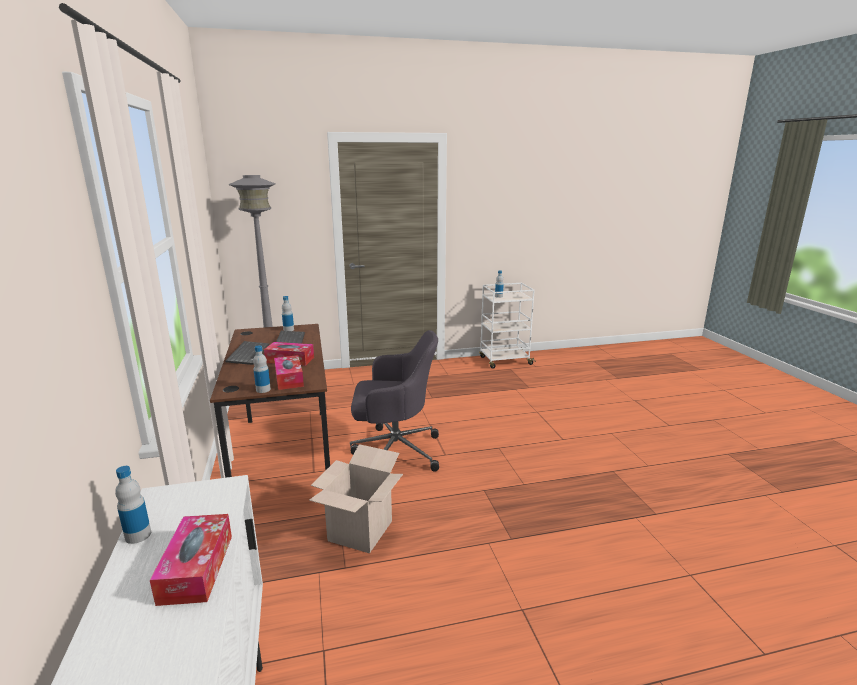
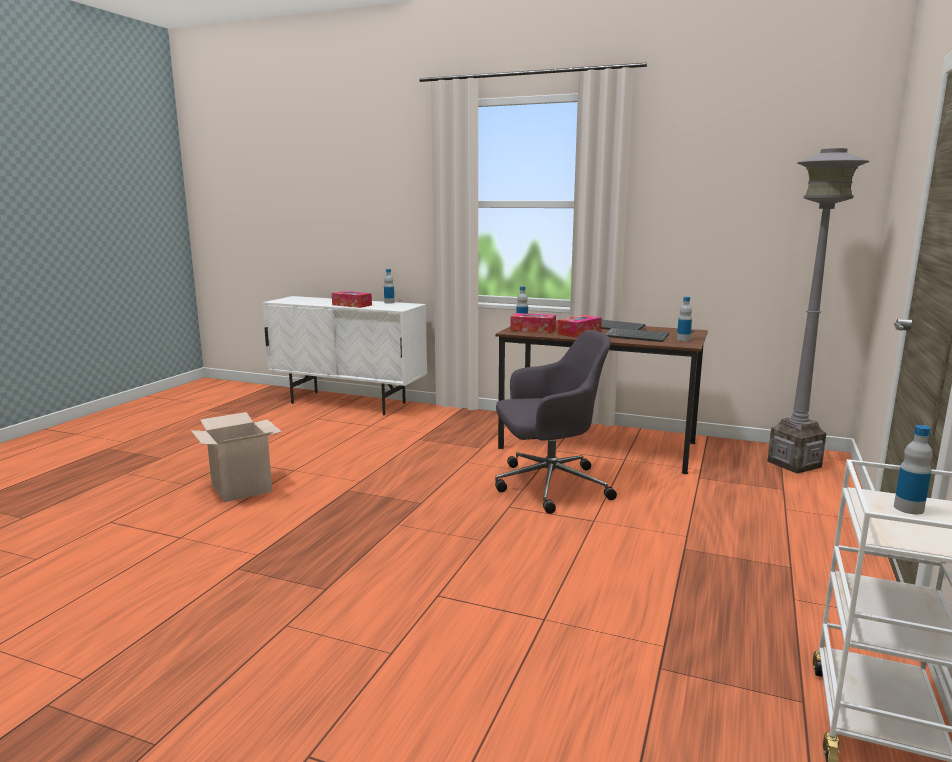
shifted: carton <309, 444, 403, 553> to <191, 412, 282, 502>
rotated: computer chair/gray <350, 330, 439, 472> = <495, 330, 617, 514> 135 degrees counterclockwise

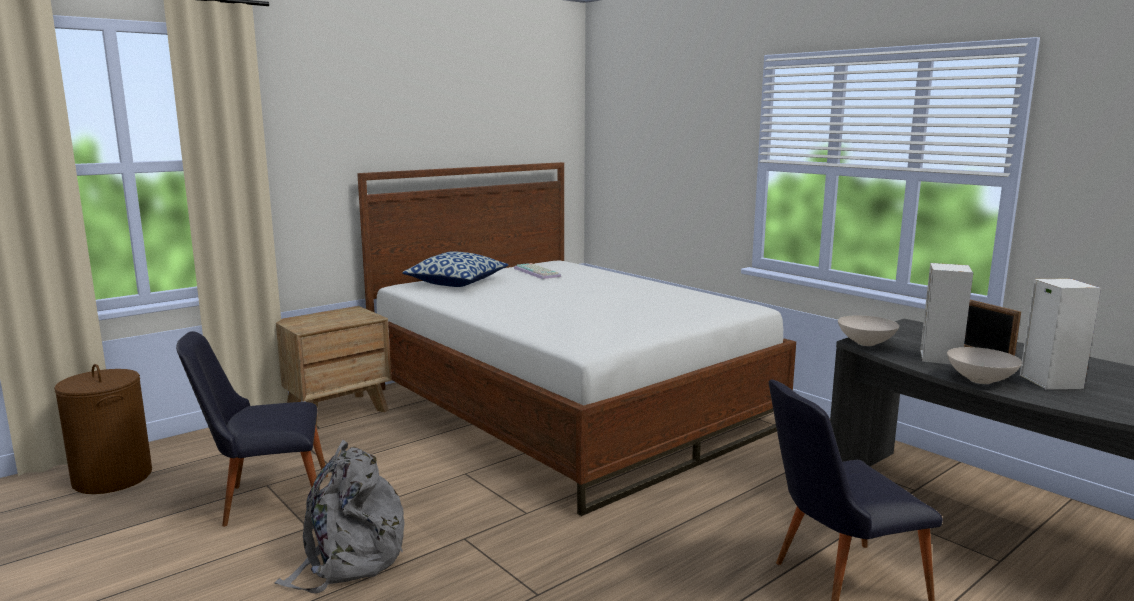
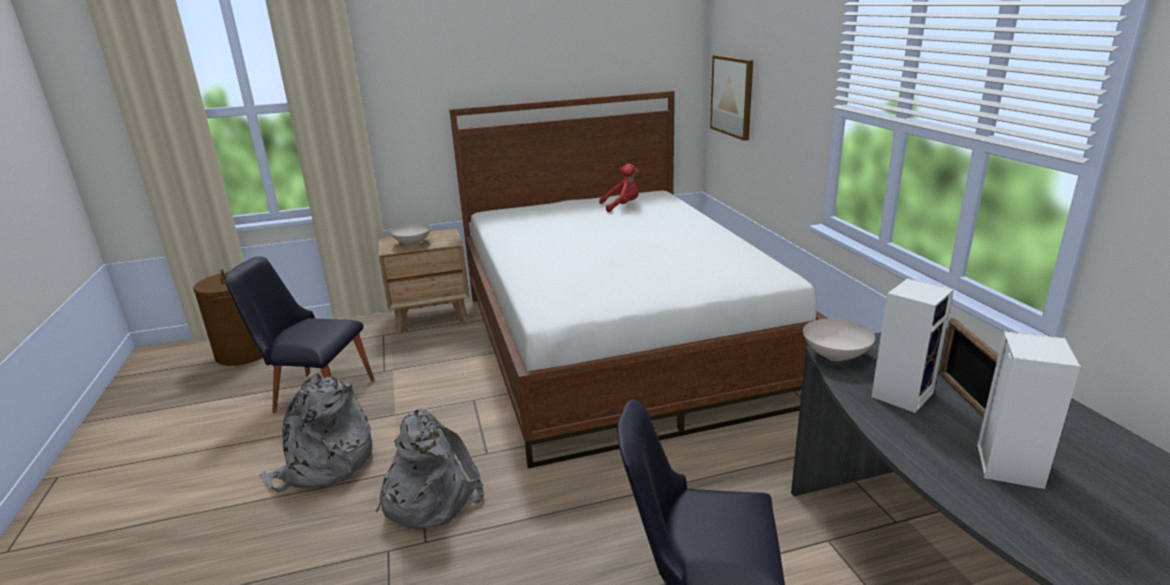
gone: throw pillow <402, 251, 509, 287>
new: wall art <710, 55, 753, 141>; knapsack/gray <375, 408, 484, 529>
shifted: serving bowl/whitish <947, 347, 1022, 384> to <391, 224, 431, 246>
swapped: keyboard <514, 263, 561, 279> to soft toy/red <599, 164, 639, 212>

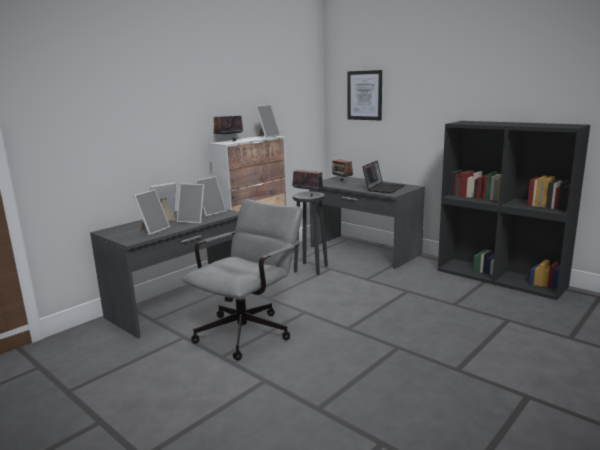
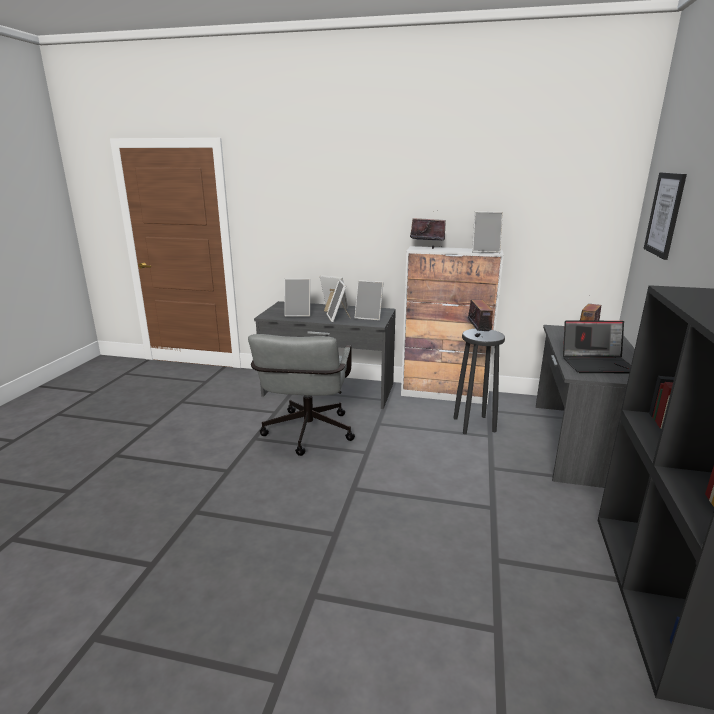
rotated: computer chair/gray <182, 199, 303, 360> = <248, 334, 355, 456> 90 degrees clockwise

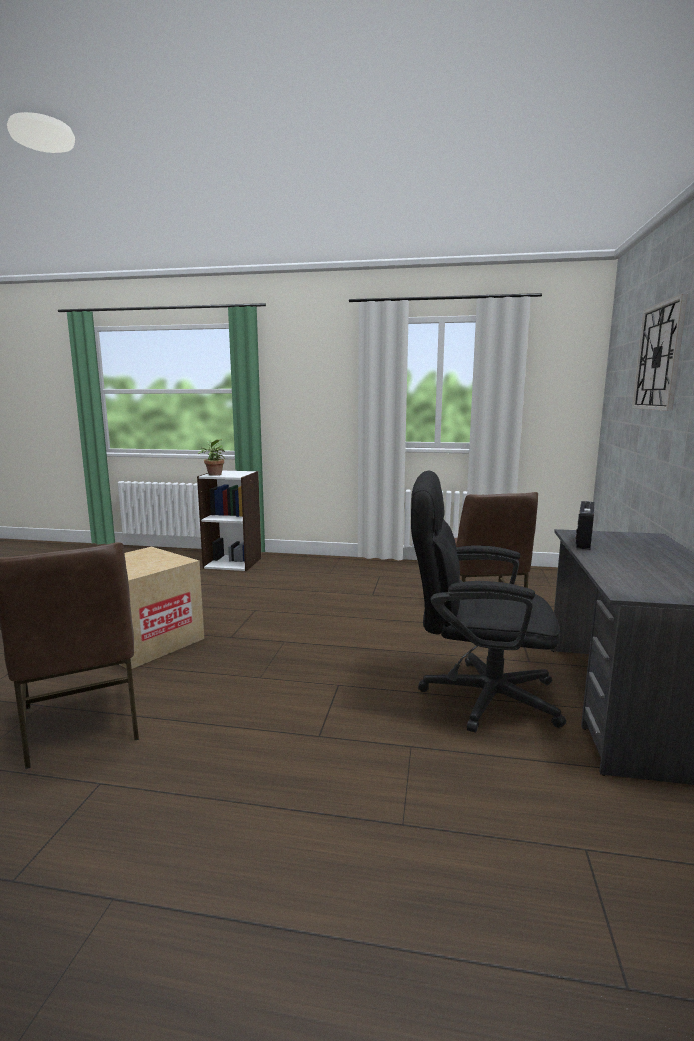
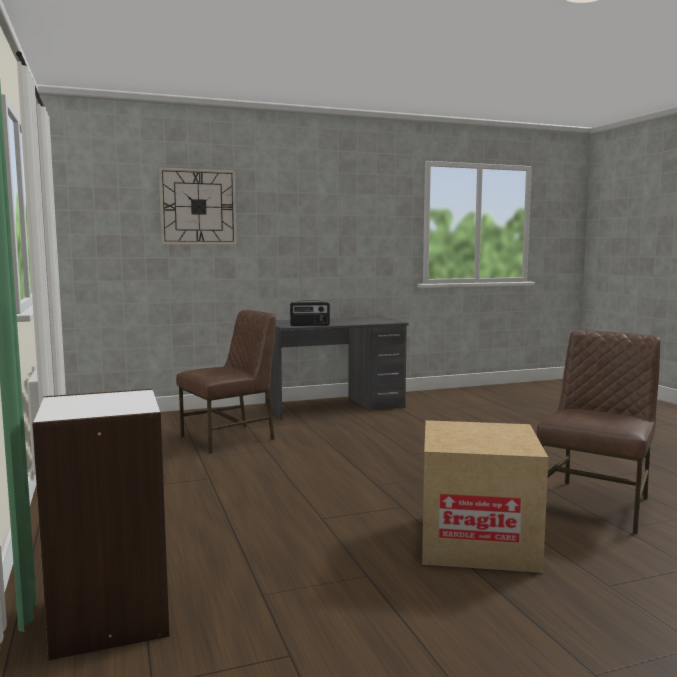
gone: houseplant <198, 439, 226, 476>; computer chair/blackish <411, 470, 566, 733>

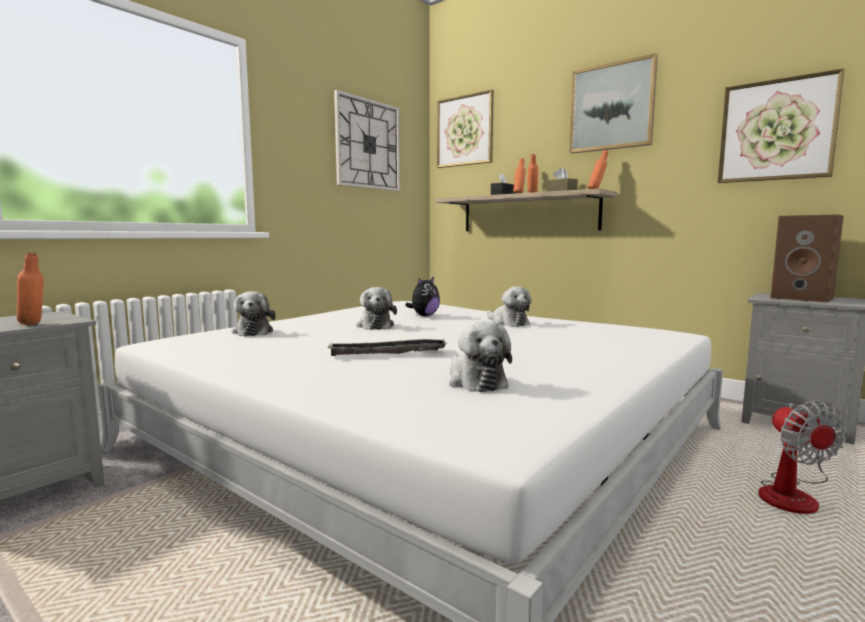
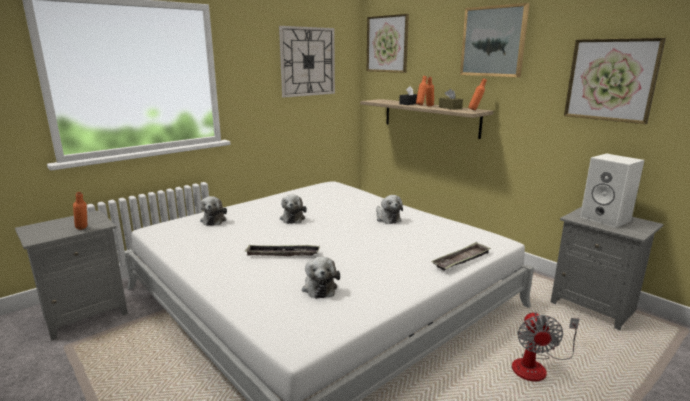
gone: soft toy <405, 277, 440, 316>
new: serving tray <431, 242, 491, 271>
repainted: audio speaker/brown <770, 214, 844, 302> to audio speaker/whitish <580, 154, 644, 228>

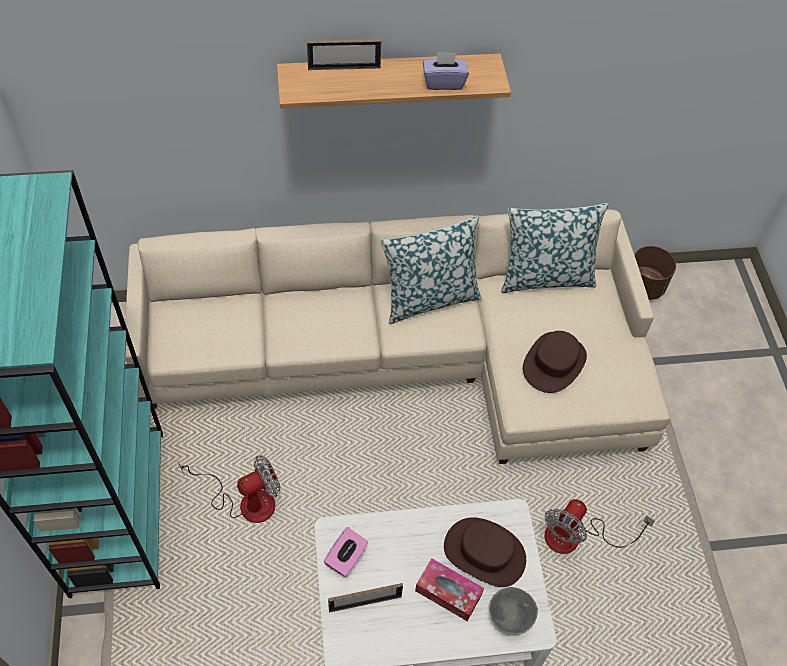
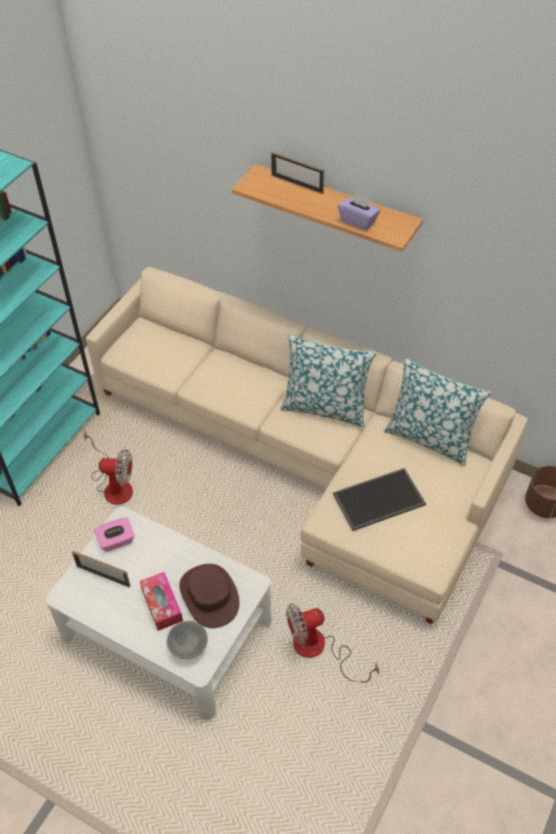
swapped: wearable hat/brown <523, 331, 587, 393> to serving tray <333, 468, 426, 531>

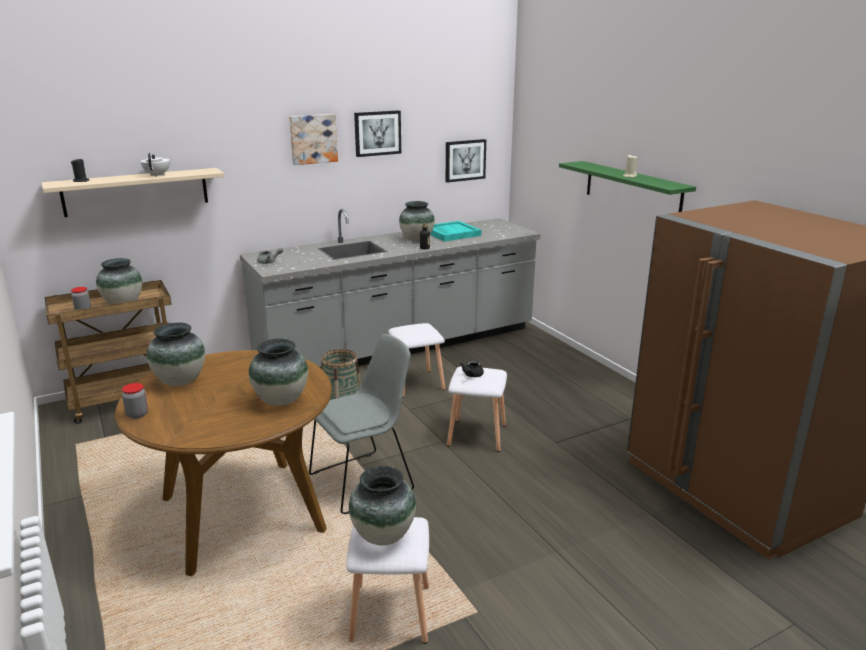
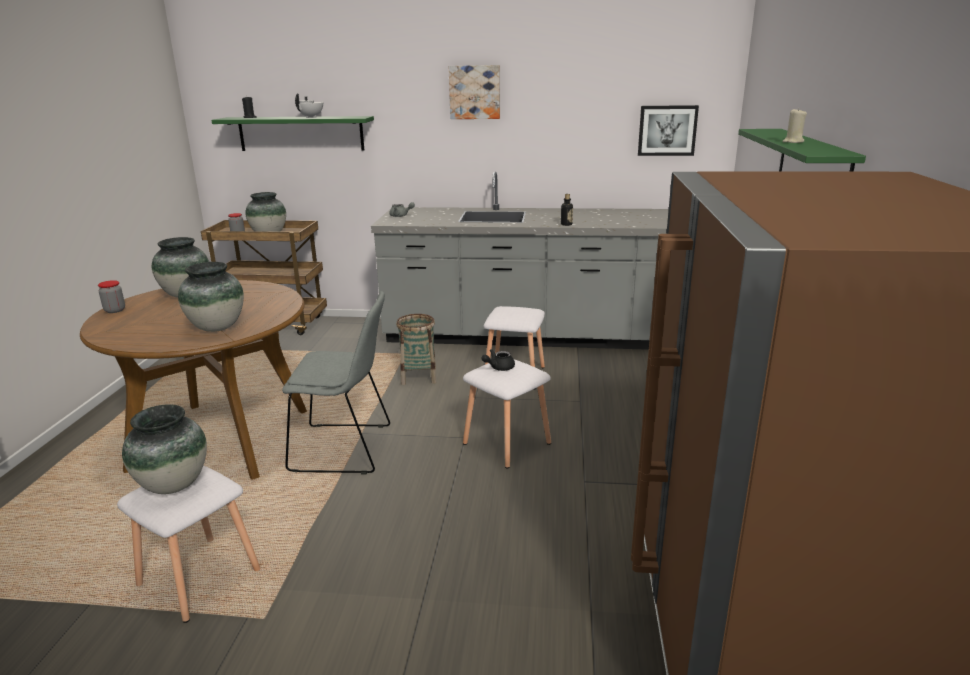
gone: wall art <354, 110, 401, 157>; flower vase <399, 201, 435, 242>; serving tray/turquoise-coloured <430, 221, 481, 242>
repainted: shelf/sand-coloured <42, 168, 224, 217> to shelf/green <211, 116, 374, 151>

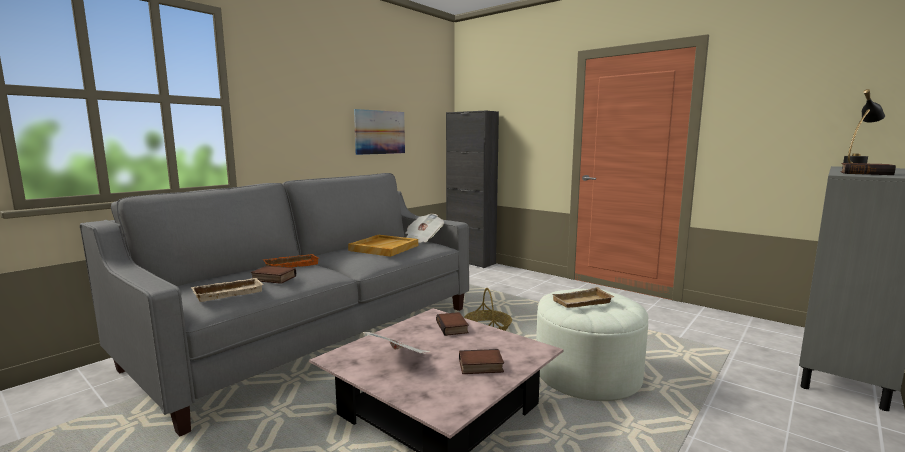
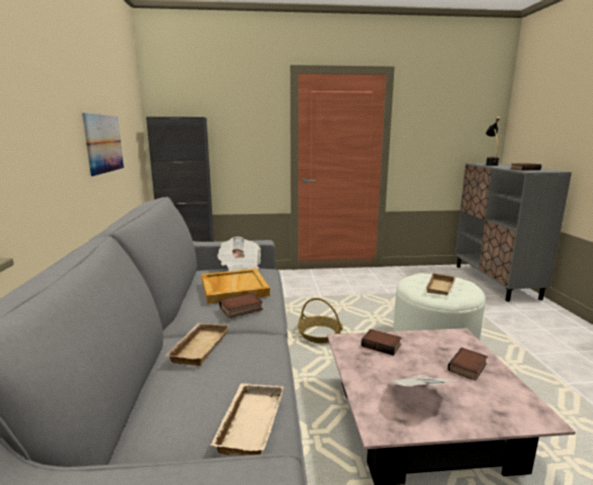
shifted: bound book <251, 266, 296, 284> to <219, 293, 263, 318>
repainted: serving tray/orange-coloured <262, 254, 320, 268> to serving tray/sand-coloured <165, 323, 229, 366>

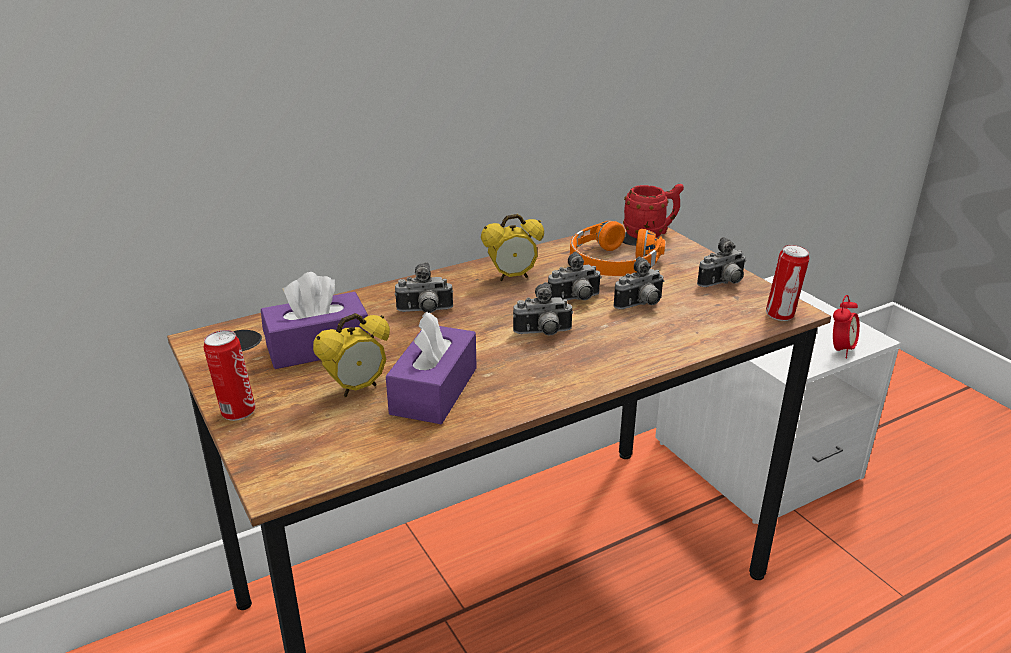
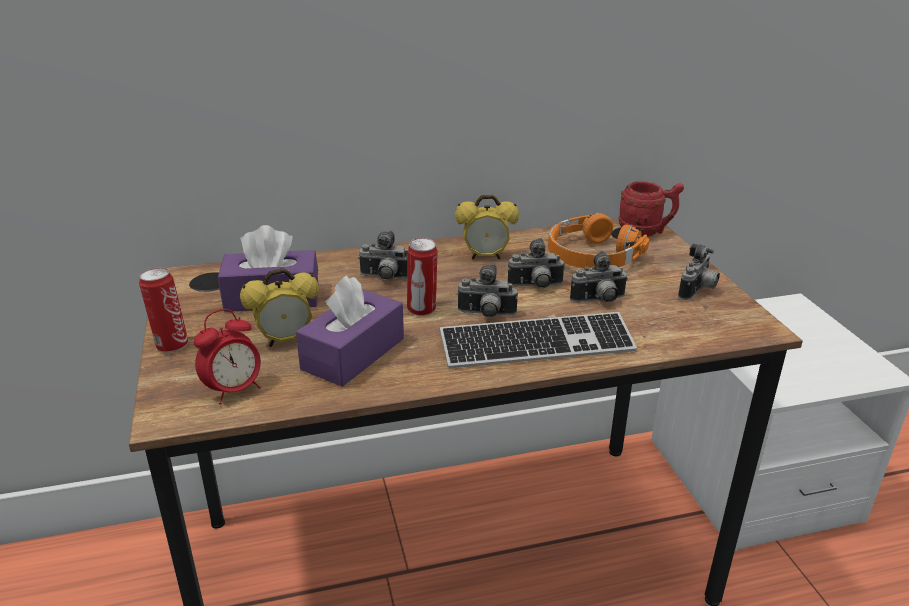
new: keyboard <440, 312, 637, 368>
shifted: can <766, 245, 809, 321> to <407, 238, 438, 316>; table clock <833, 295, 860, 358> to <194, 309, 261, 405>
rotated: still camera <697, 237, 746, 287> = <678, 243, 720, 300> 45 degrees counterclockwise

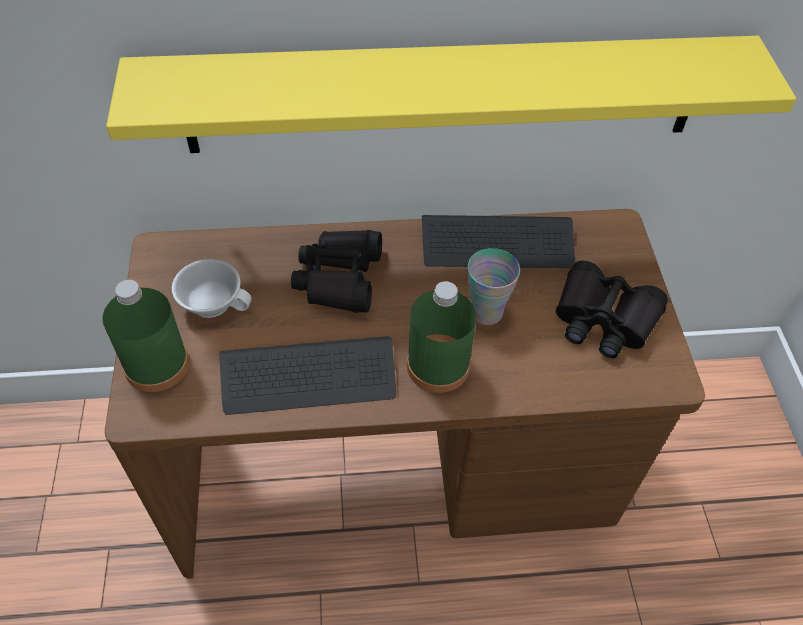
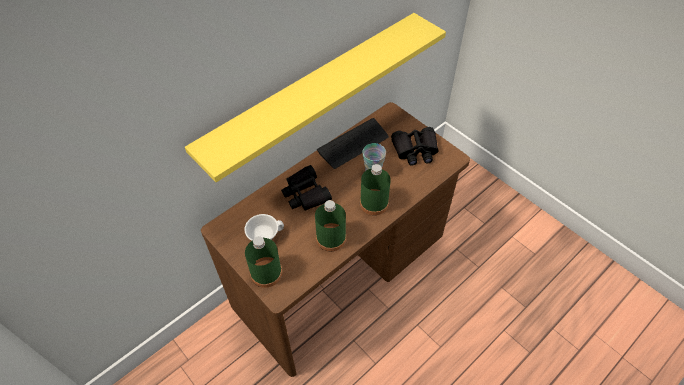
swapped: keyboard <219, 336, 396, 415> to beverage bottle/green <315, 200, 346, 251>

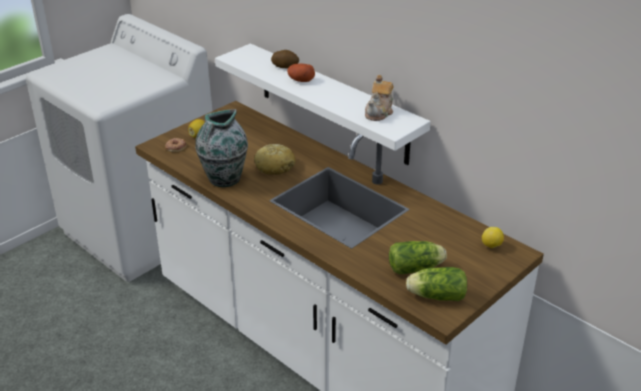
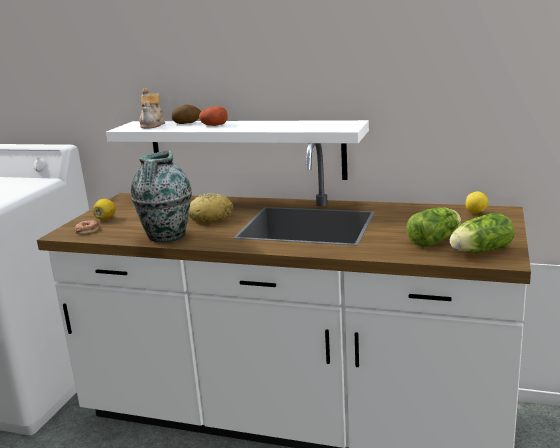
shifted: teapot <365, 75, 394, 121> to <139, 88, 165, 129>

